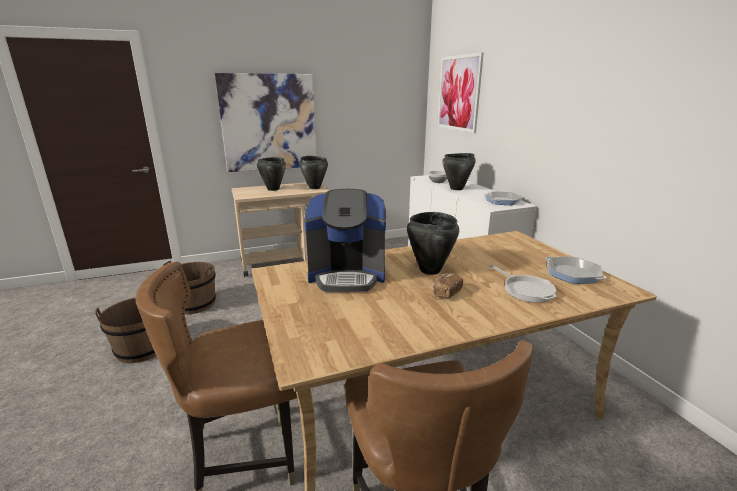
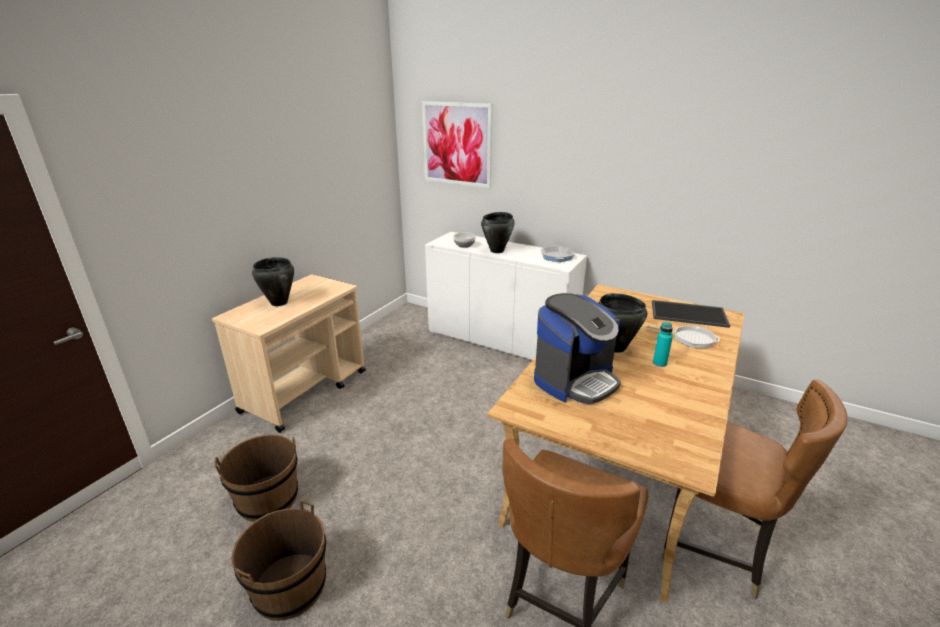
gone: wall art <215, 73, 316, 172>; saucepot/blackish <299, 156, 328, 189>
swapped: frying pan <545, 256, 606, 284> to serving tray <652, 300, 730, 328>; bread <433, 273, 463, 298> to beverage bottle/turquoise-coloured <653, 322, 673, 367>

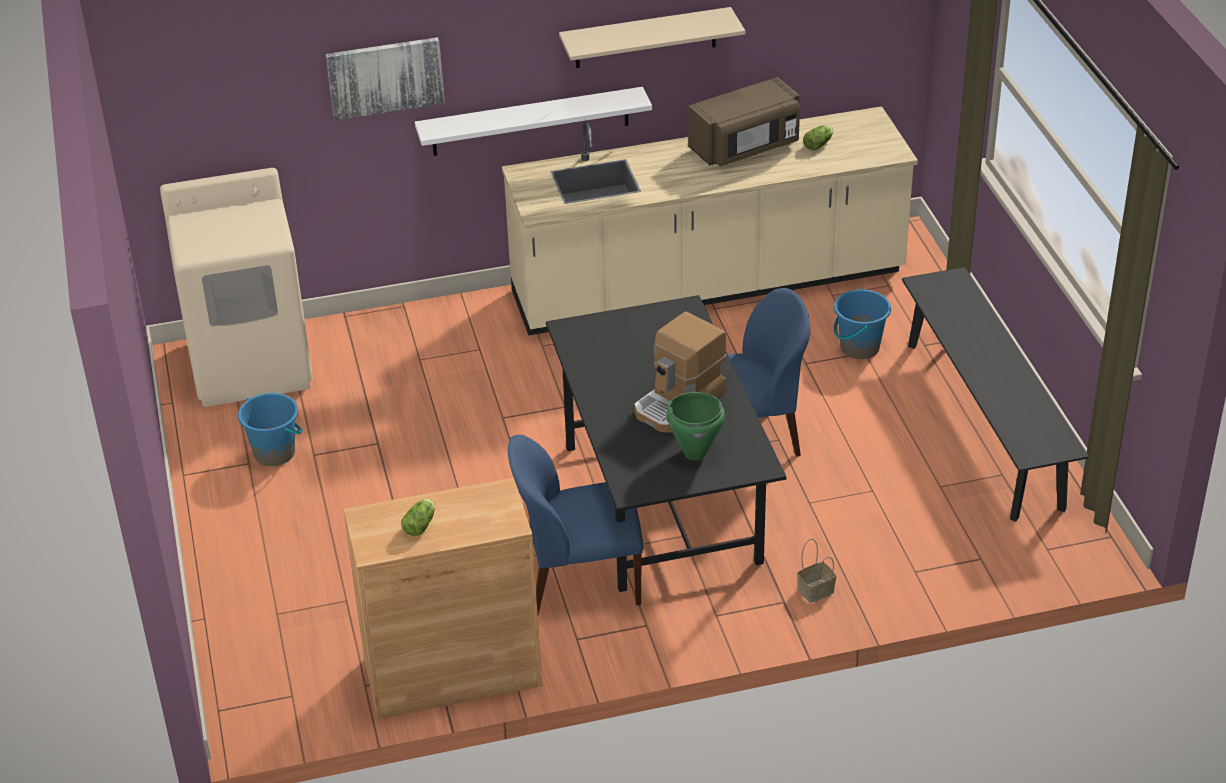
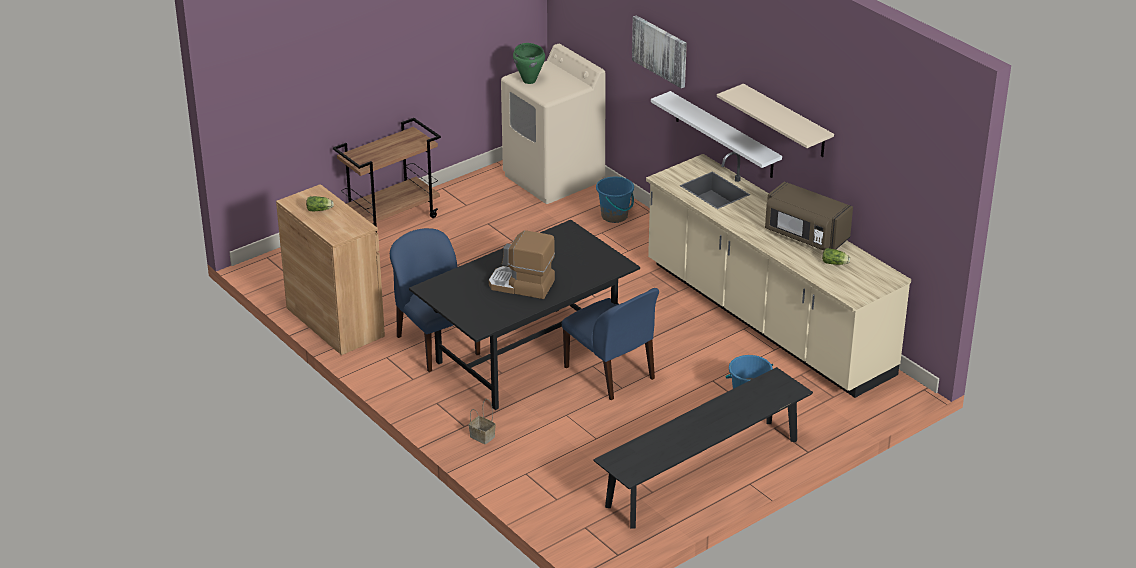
new: wheeled cart/brown <333, 118, 441, 234>
shifted: saucepot/green <666, 392, 725, 460> to <513, 43, 545, 84>; bucket/blue-coloured <238, 393, 303, 466> to <596, 177, 634, 223>

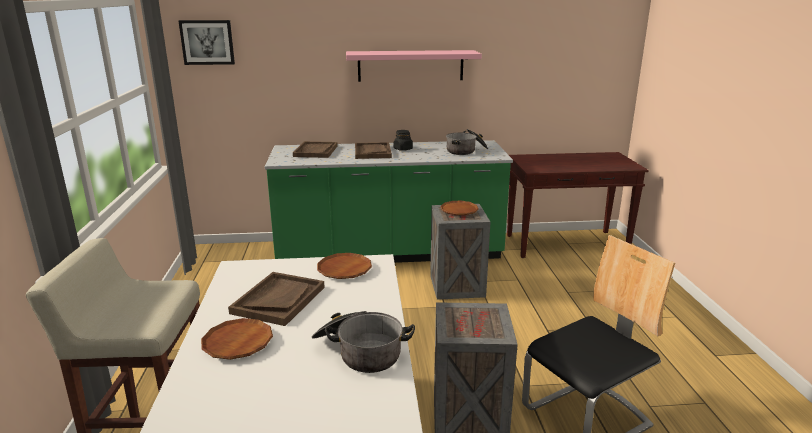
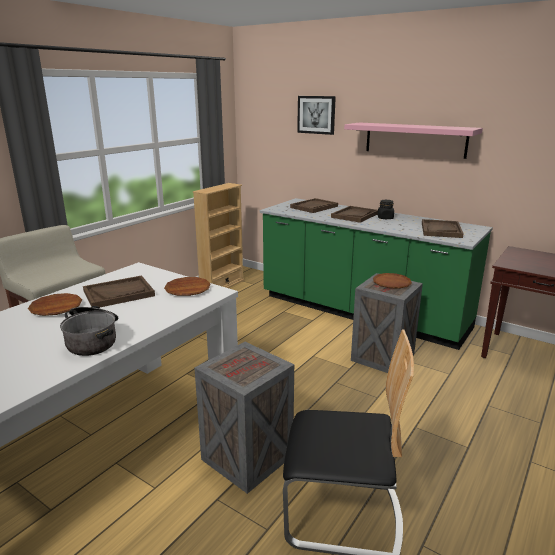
new: shelving unit/sand-coloured <193, 183, 245, 288>
shifted: wall art <179, 20, 235, 65> to <297, 96, 336, 135>
swapped: saucepot <446, 129, 488, 155> to serving tray/brown <422, 219, 464, 238>

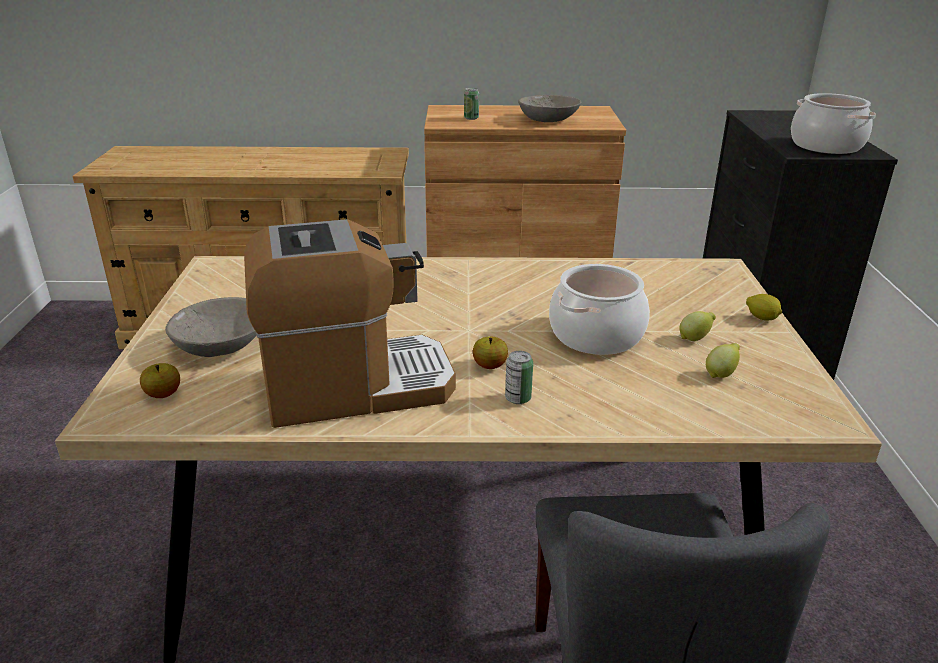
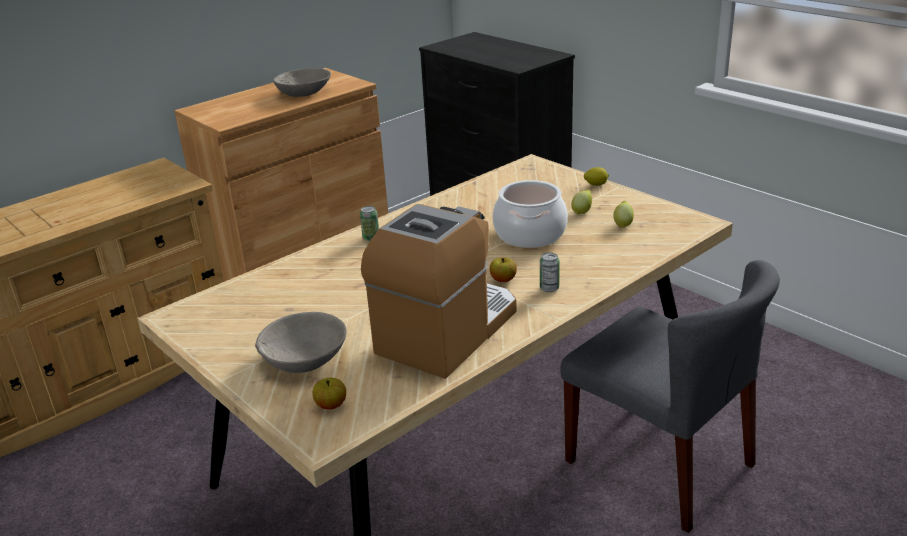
gone: saucepot <791, 93, 876, 154>
shifted: can <464, 88, 479, 120> to <360, 206, 379, 241>

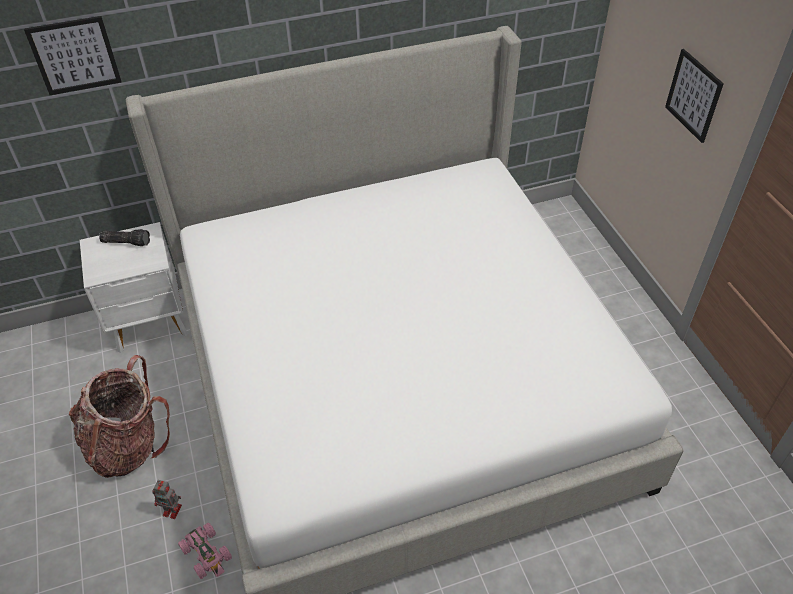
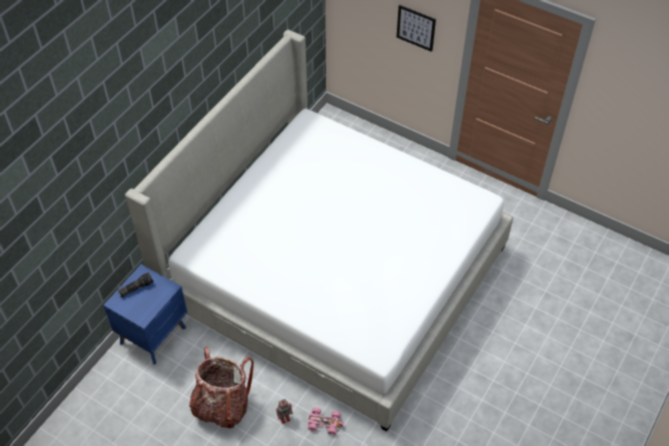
gone: wall art <24, 16, 122, 95>
repainted: nightstand/whitish <80, 222, 188, 353> to nightstand/blue-coloured <103, 264, 188, 365>

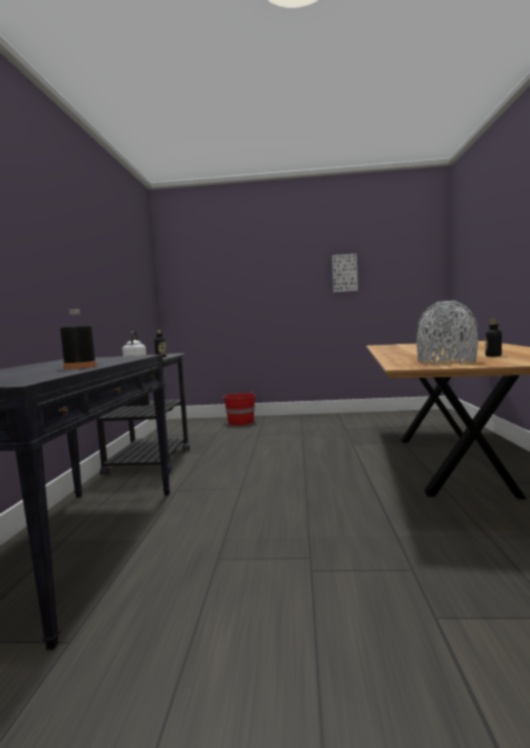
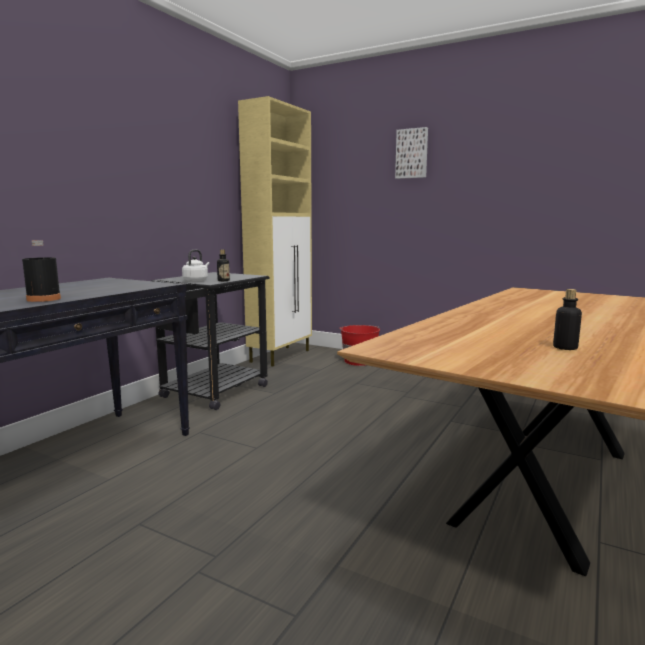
gone: flower vase/gray <416, 301, 479, 365>
new: cupboard/sand-coloured <238, 96, 312, 366>
shifted: wall art <332, 254, 358, 292> to <395, 127, 428, 179>

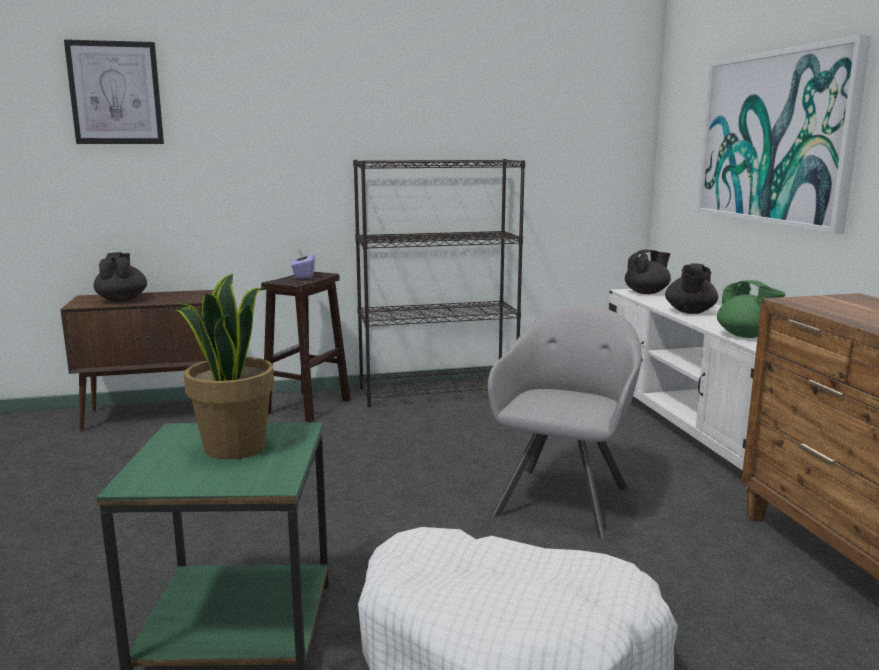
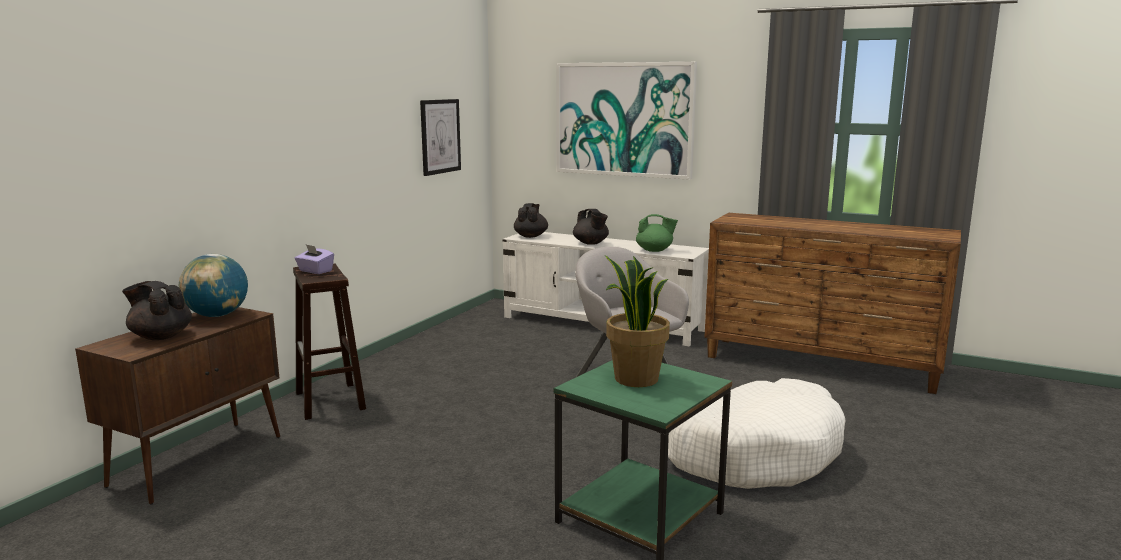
gone: shelving unit/blackish <353, 159, 525, 407>
new: globe <179, 254, 248, 317>
shifted: wall art <64, 39, 164, 144> to <420, 99, 461, 176>

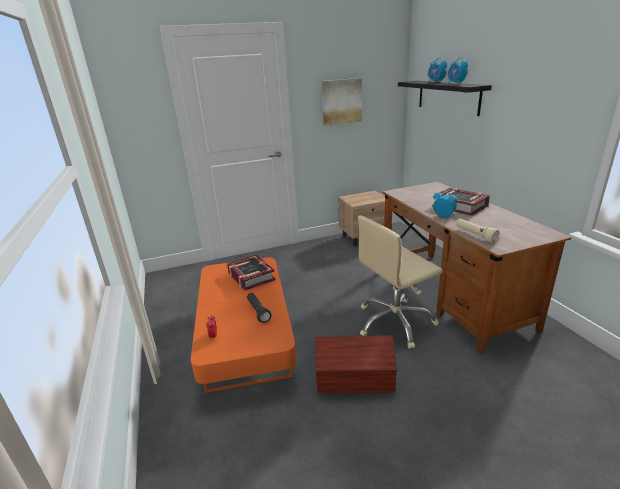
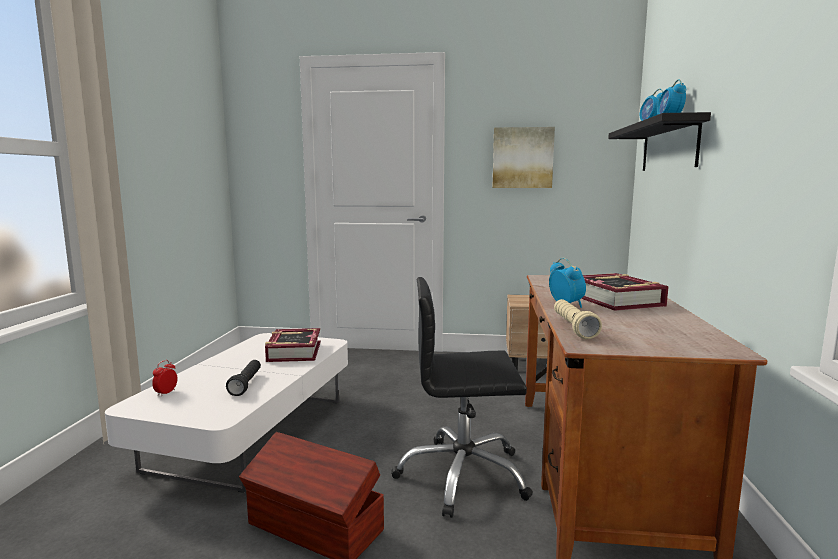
repainted: computer chair/sand-coloured <358, 215, 443, 349> to computer chair/blackish <391, 277, 533, 518>; low table/orange-coloured <191, 257, 297, 393> to low table/whitish <105, 333, 348, 493>

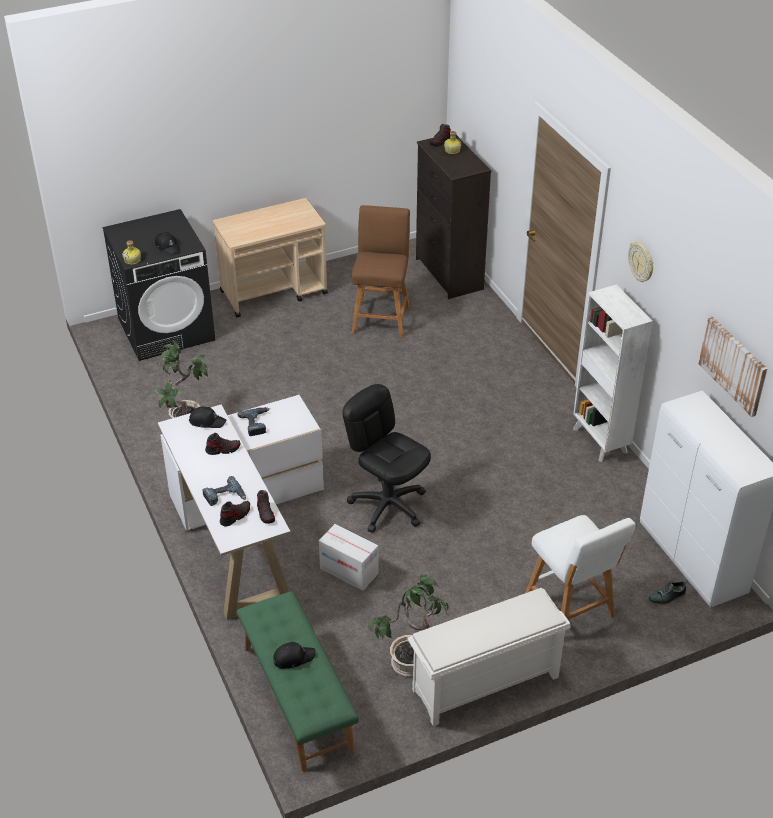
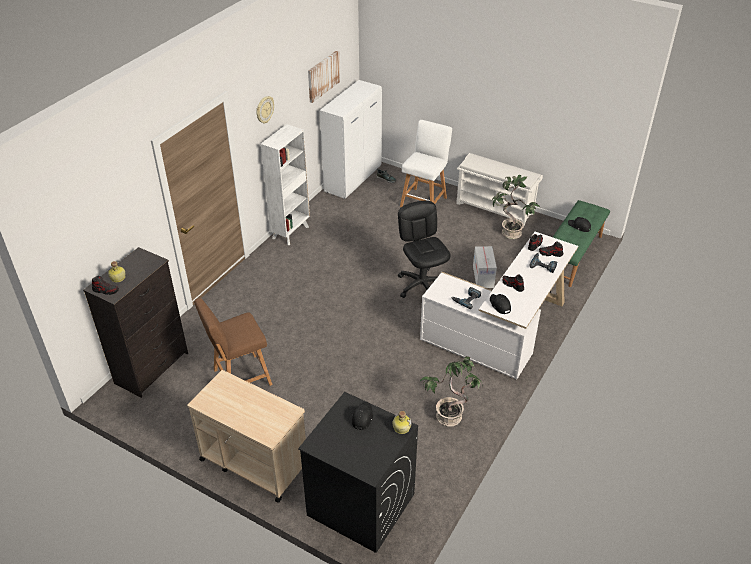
rotated: computer chair/blackish <343, 384, 431, 533> = <398, 200, 451, 298> 150 degrees clockwise

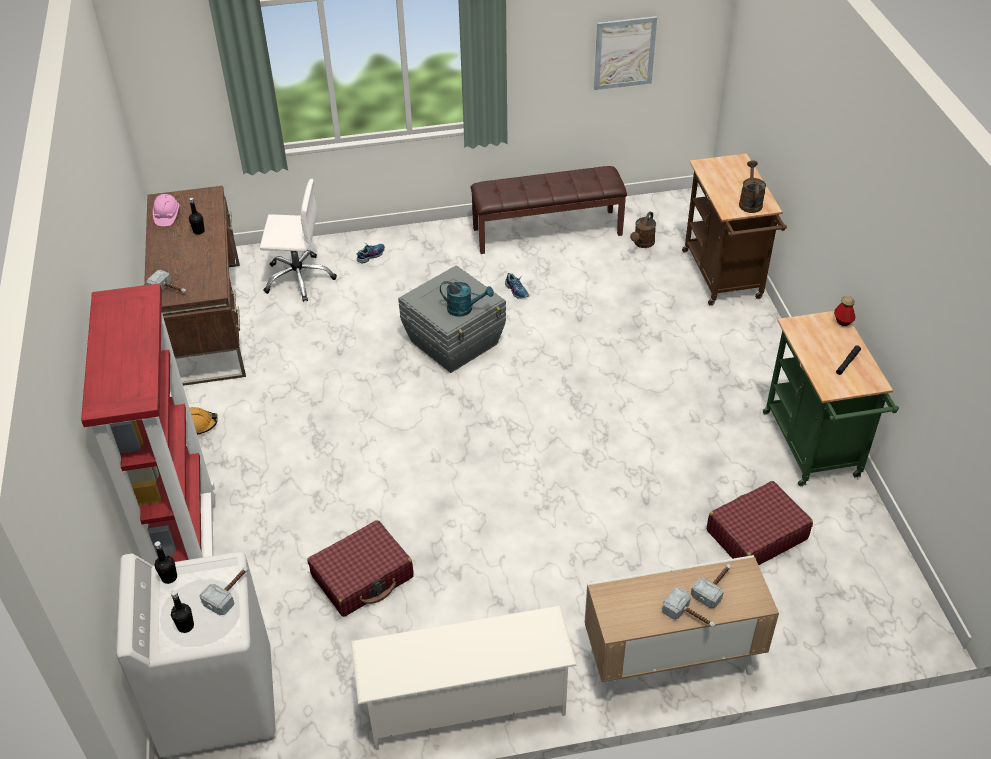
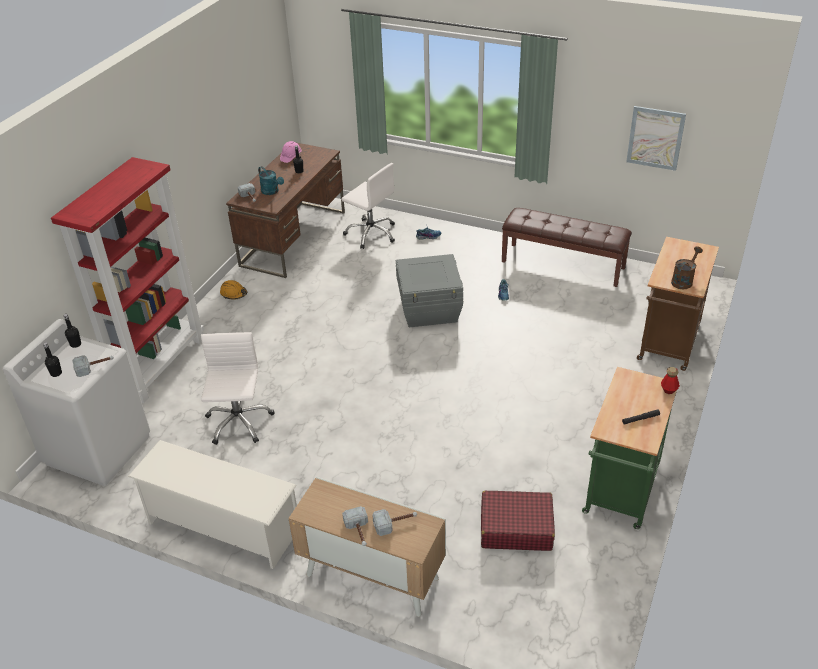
gone: watering pot/brown <630, 211, 656, 248>
shifted: watering pot/turquoise-coloured <440, 281, 494, 317> to <258, 166, 284, 195>
swapped: piece of luggage/red <307, 520, 414, 617> to computer chair/whitish <201, 332, 275, 445>

